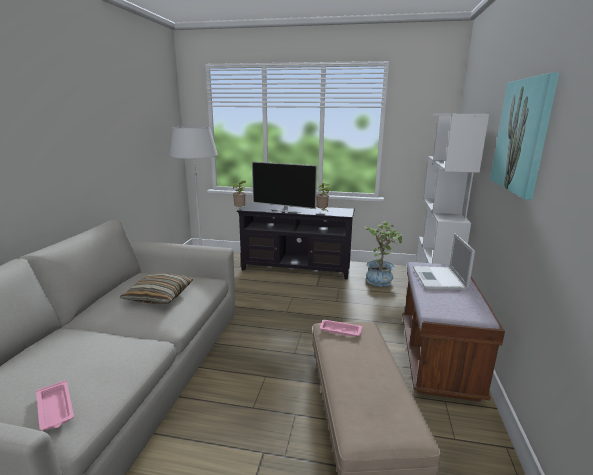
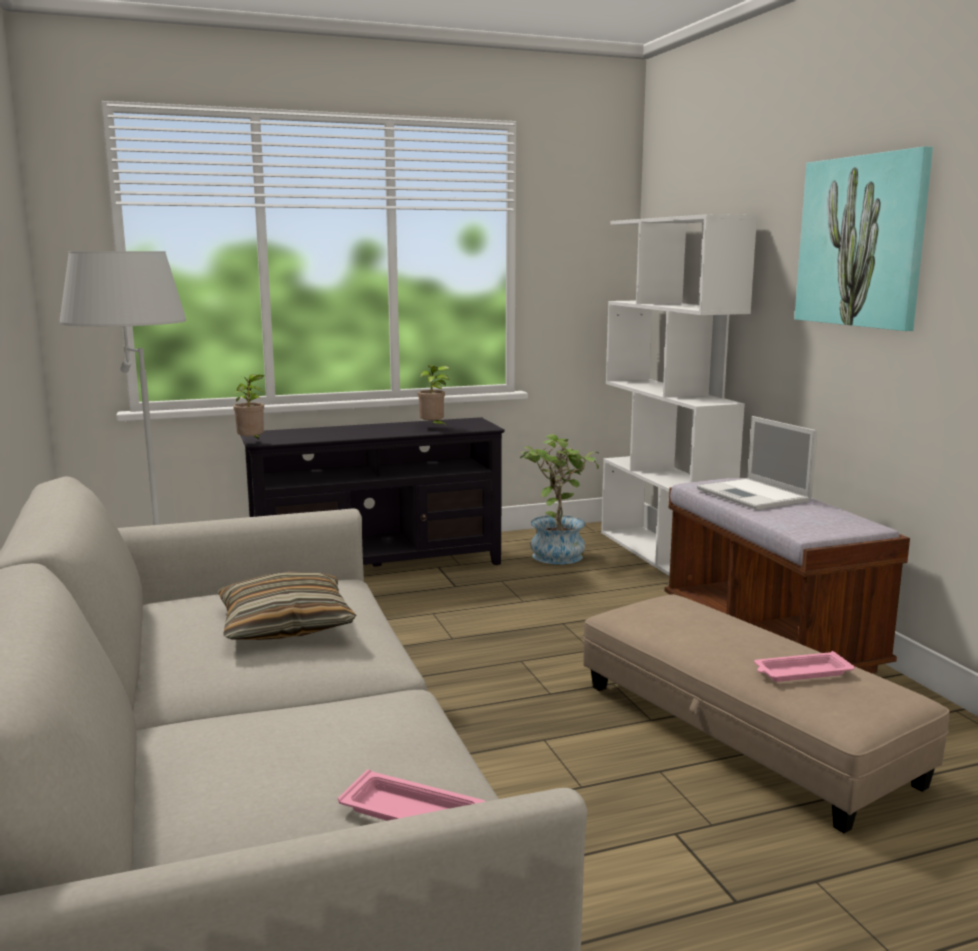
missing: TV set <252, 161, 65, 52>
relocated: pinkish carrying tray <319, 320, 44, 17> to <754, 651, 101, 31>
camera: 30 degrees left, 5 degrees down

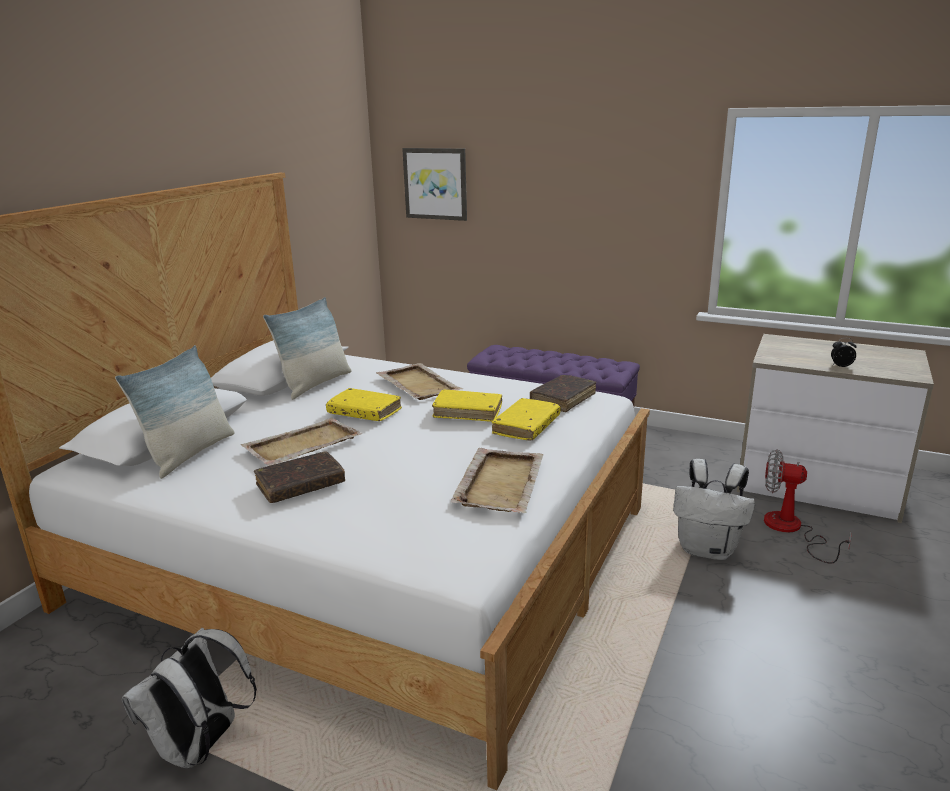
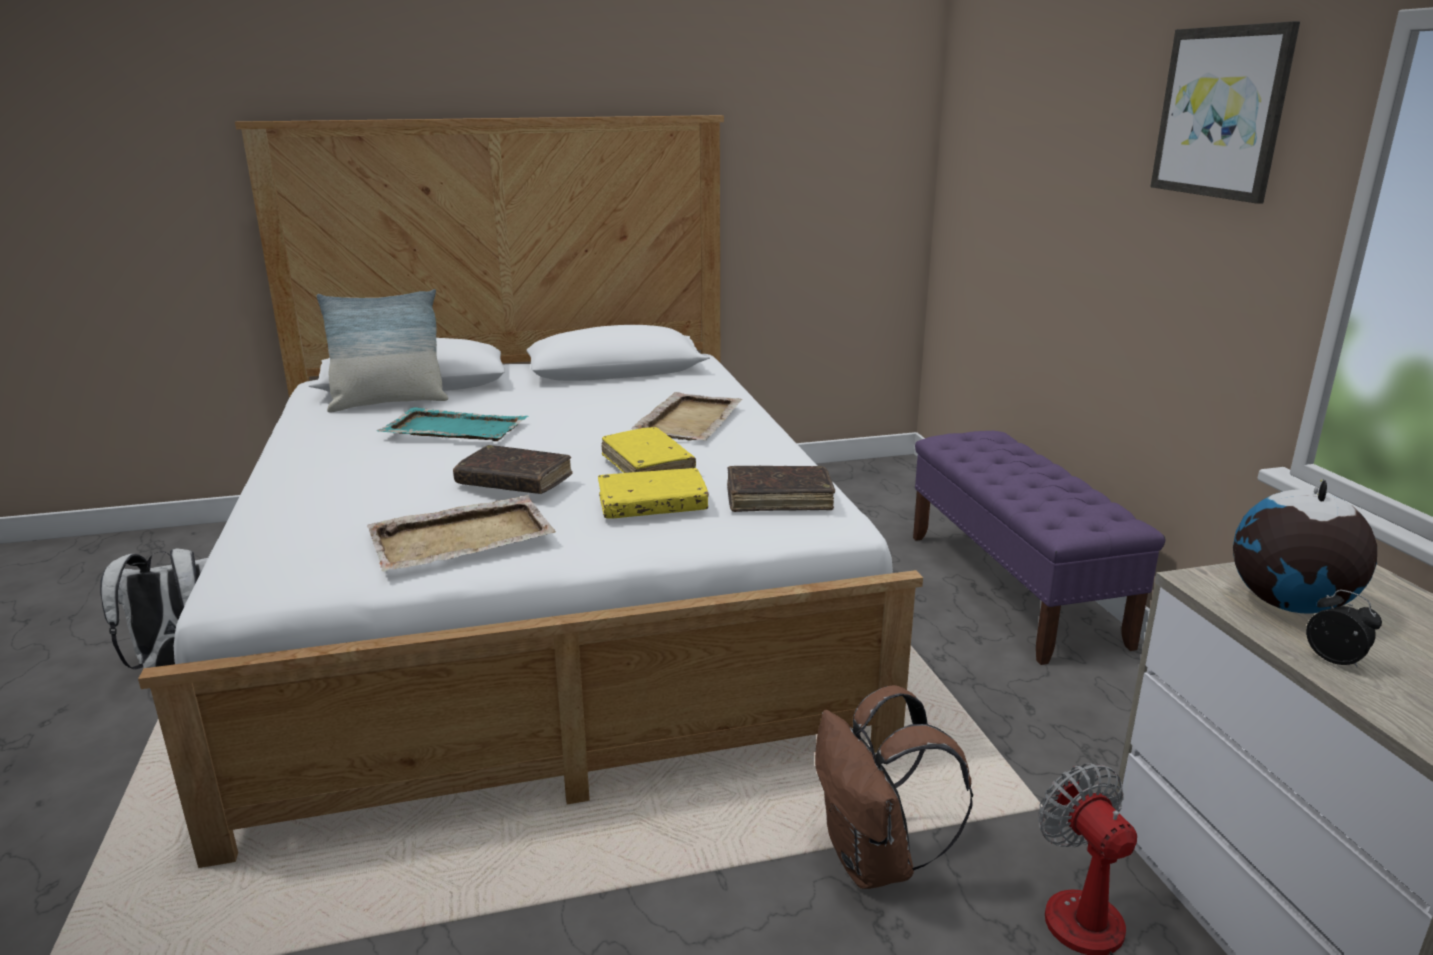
missing: throw pillow <263, 297, 89, 103>; yellow-coloured book <326, 388, 76, 33>
appeared: world globe <1233, 479, 144, 134>
relocated: brown-coloured book <254, 451, 91, 52> to <453, 445, 120, 49>; picture <402, 148, 65, 73> to <1151, 21, 149, 183>
colour: beige-coloured carrying tray <241, 418, 122, 48> to turquoise-coloured carrying tray <377, 407, 152, 34>; white backpack <673, 459, 82, 101> to brown-coloured backpack <815, 685, 158, 204>
camera: 50 degrees right, 0 degrees up

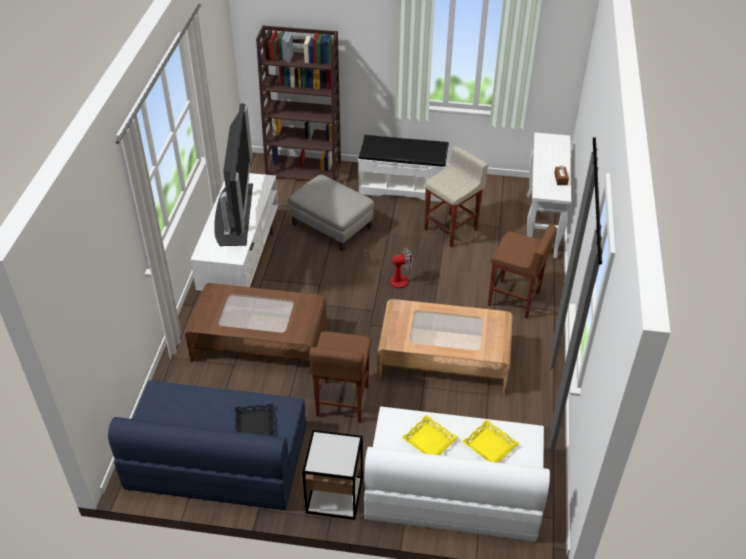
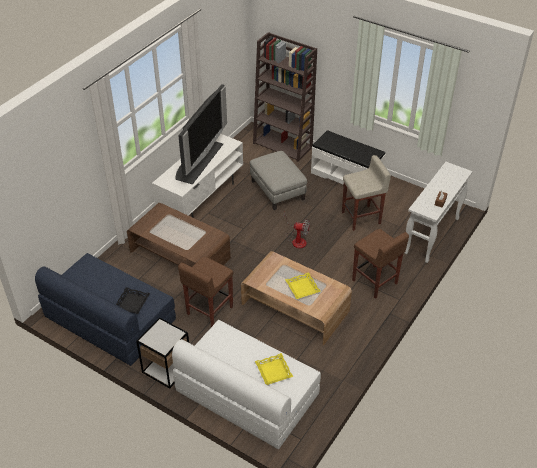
relocated: yellow-coloured carrying tray <401, 415, 58, 40> to <285, 272, 36, 27>
camera: 25 degrees right, 0 degrees up

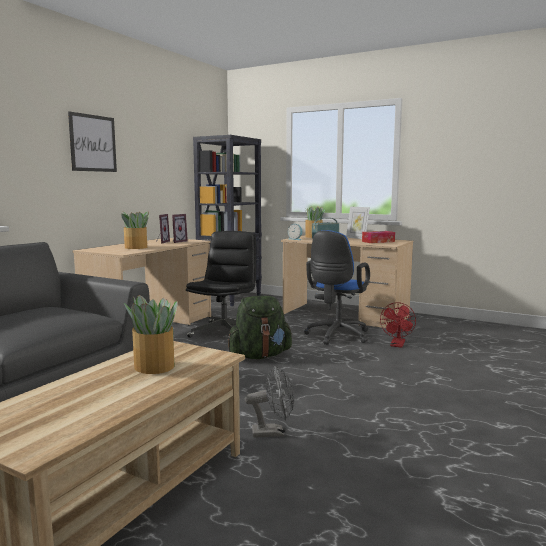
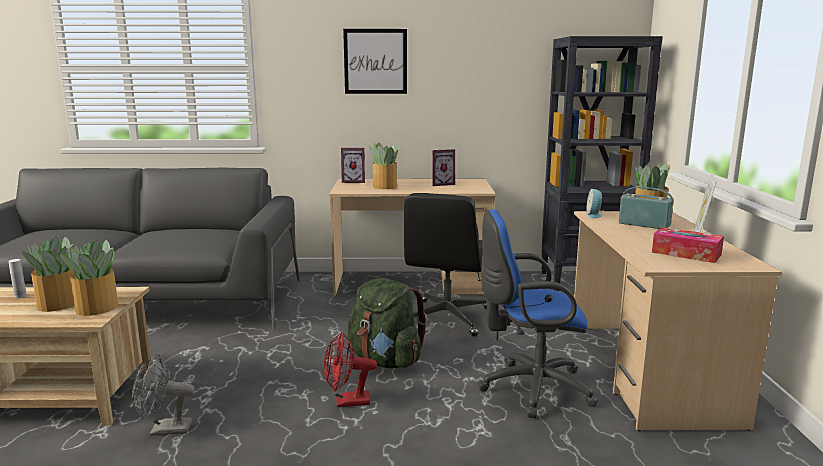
appeared: white drink bottle <8, 259, 19, 39>; plant in a pot <60, 240, 58, 76>
relocated: picture frame <172, 214, 16, 29> to <341, 148, 24, 35>; red electric fan <380, 302, 36, 46> to <324, 332, 53, 75>
spun: black-coloured desk chair <186, 231, 70, 107> = <404, 193, 83, 144> 120 degrees clockwise; gray electric fan <245, 366, 49, 72> = <132, 354, 63, 82> 120 degrees clockwise
camera: 60 degrees right, 5 degrees up

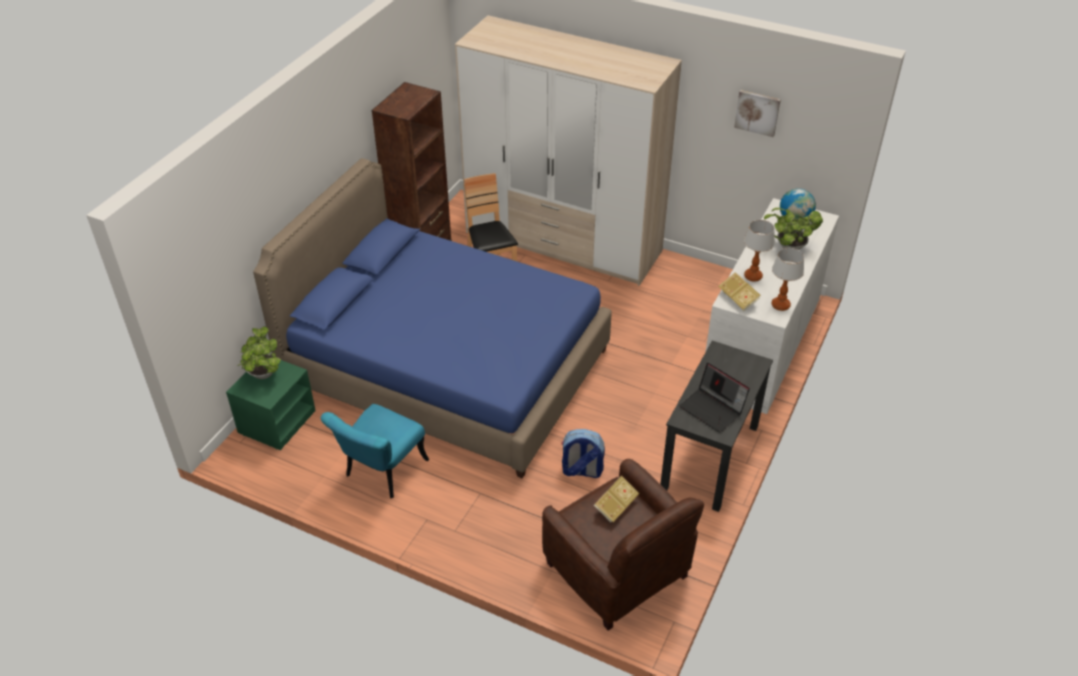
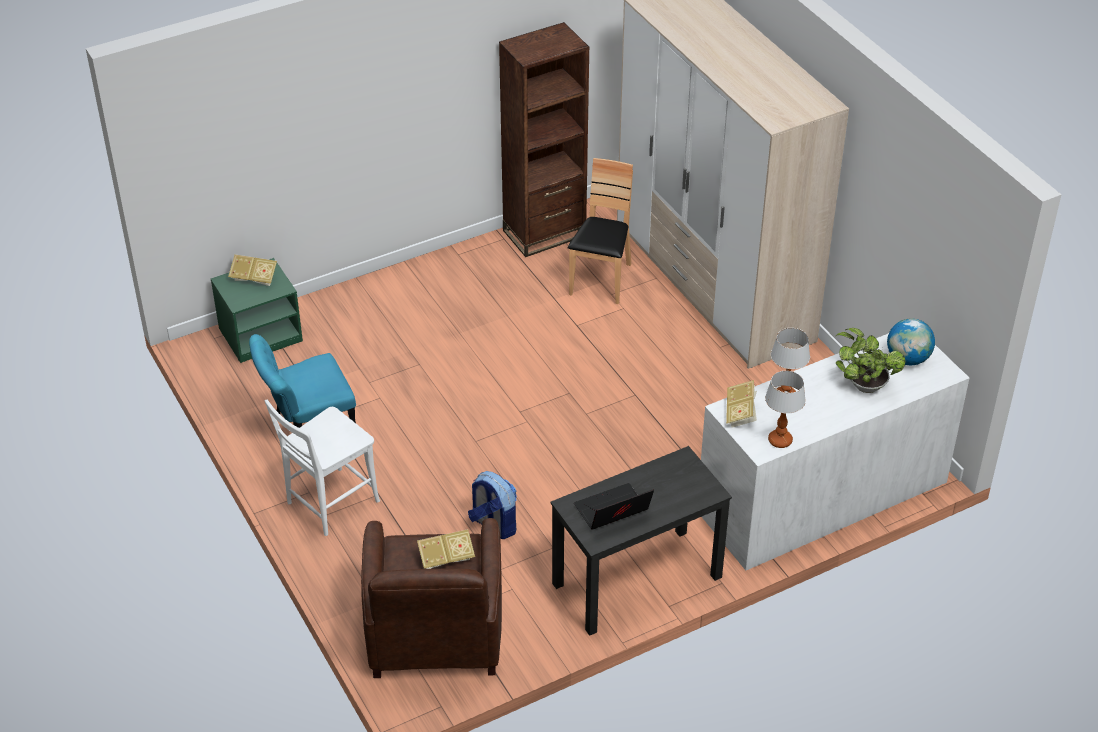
missing: blue-coloured bedroom bed <253, 158, 359, 320>; picture <734, 90, 47, 47>
appeared: white upright chair <265, 400, 115, 136>
exchanged: plant in a pot <237, 327, 44, 52> to book <228, 254, 49, 32>
spun: notebook computer <679, 363, 71, 70> = <574, 483, 80, 47> 75 degrees clockwise
camera: 35 degrees right, 0 degrees up

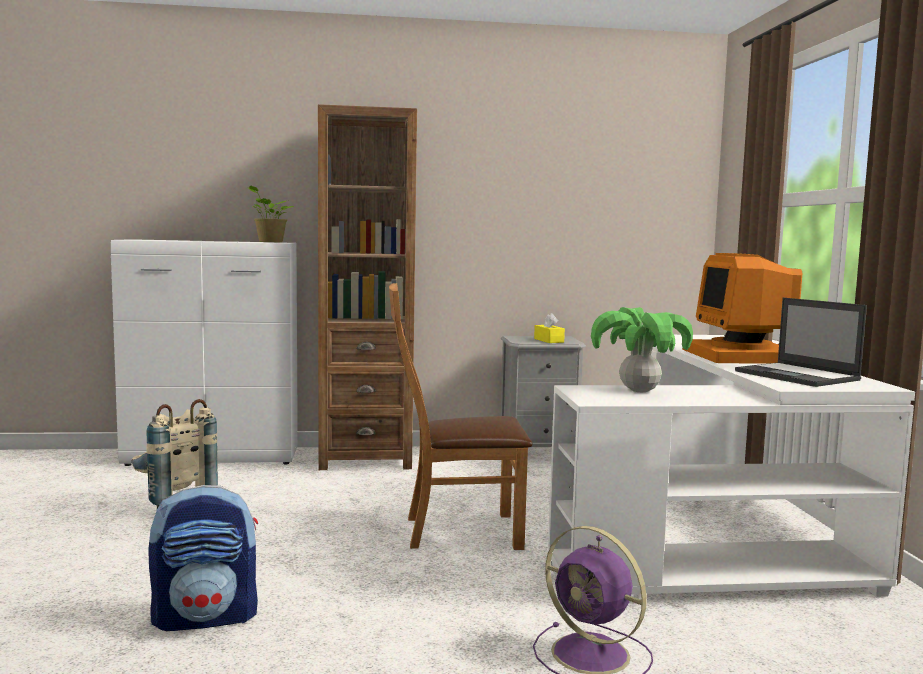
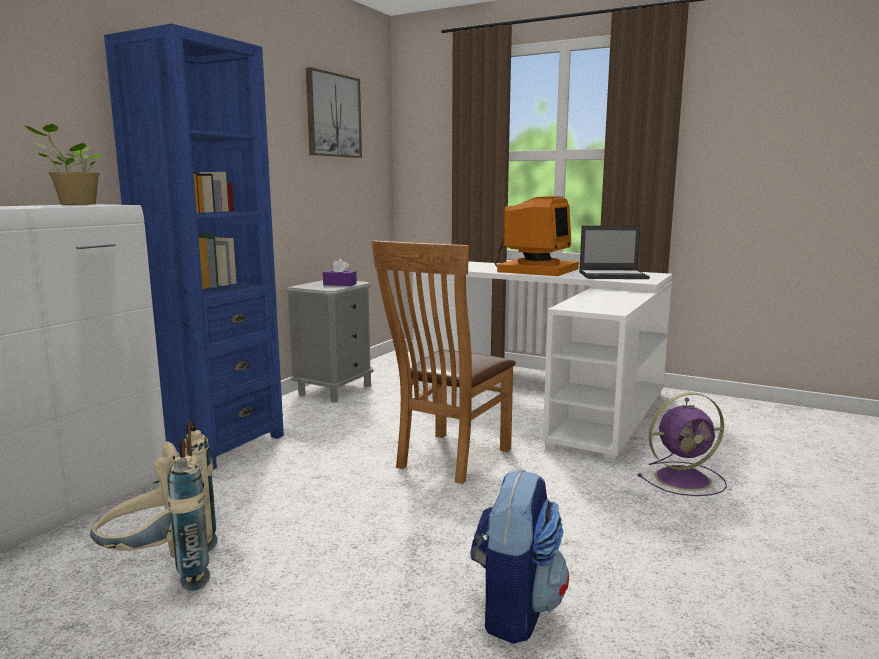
missing: plant in a pot <591, 307, 102, 85>
appeared: picture <306, 67, 56, 91>
colour: brown-coloured bookshelf <318, 104, 99, 366> to blue-coloured bookshelf <104, 23, 180, 447>; yellow-coloured tissue holder <534, 313, 31, 30> to purplish tissue holder <323, 259, 34, 27>
spun: computer screen <682, 253, 121, 111> = <495, 196, 84, 80> 90 degrees counterclockwise
camera: 55 degrees left, 5 degrees up

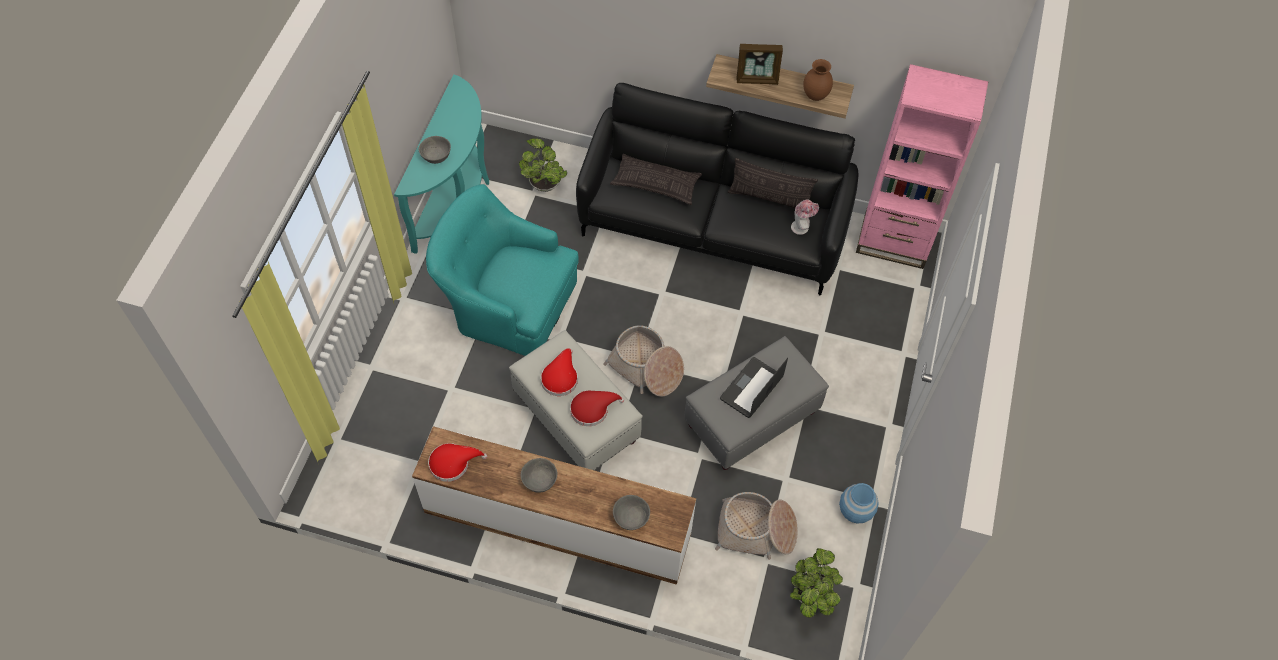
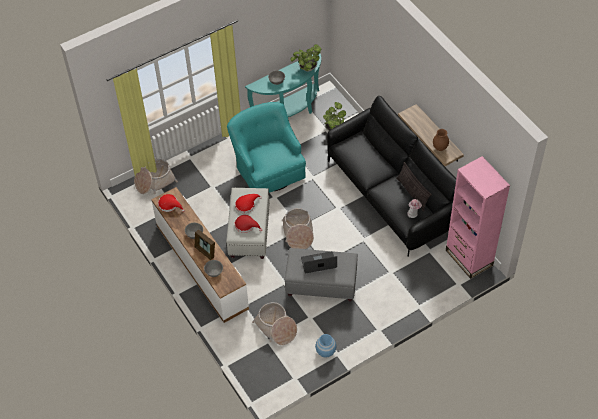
missing: throw pillow <610, 154, 92, 51>
appeared: household basket <134, 159, 44, 35>
relocated: picture frame <737, 44, 46, 41> to <195, 230, 20, 30>; plant in a pot <790, 548, 53, 70> to <290, 44, 31, 28>
camera: 45 degrees right, 5 degrees down

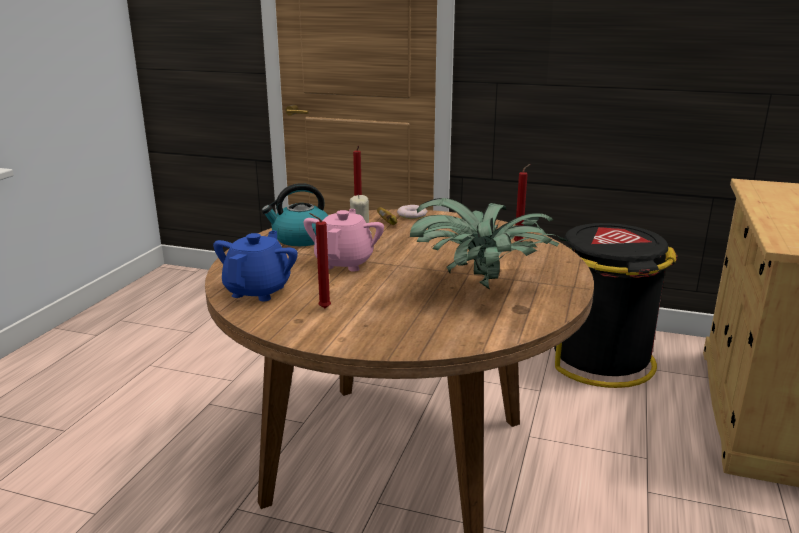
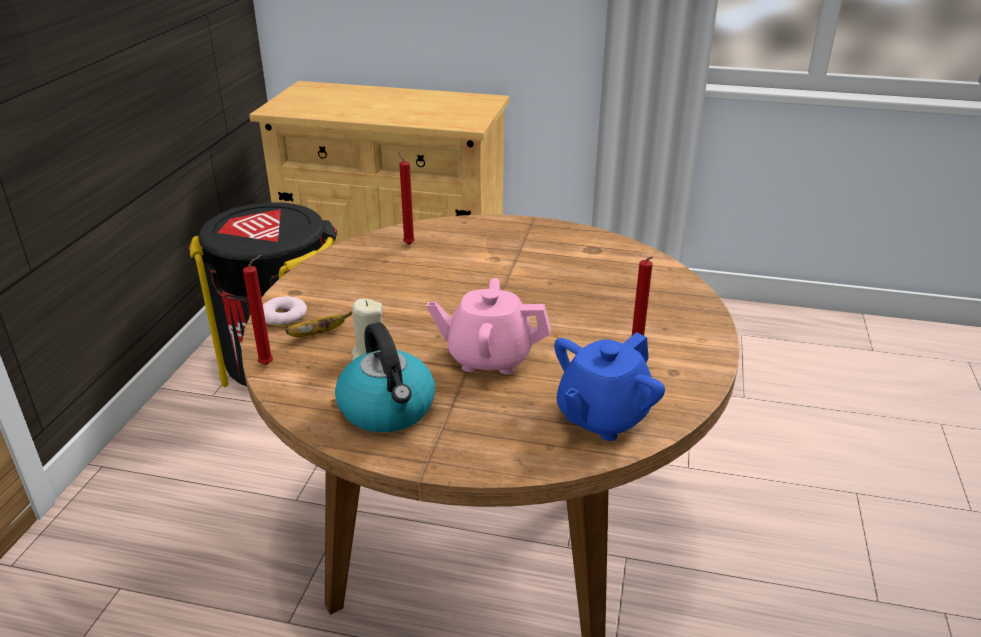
missing: plant in a pot <410, 198, 159, 92>
spun: blue-coloured pot for tea <213, 230, 85, 71> = <554, 332, 111, 109> 60 degrees counterclockwise
camera: 95 degrees left, 10 degrees up

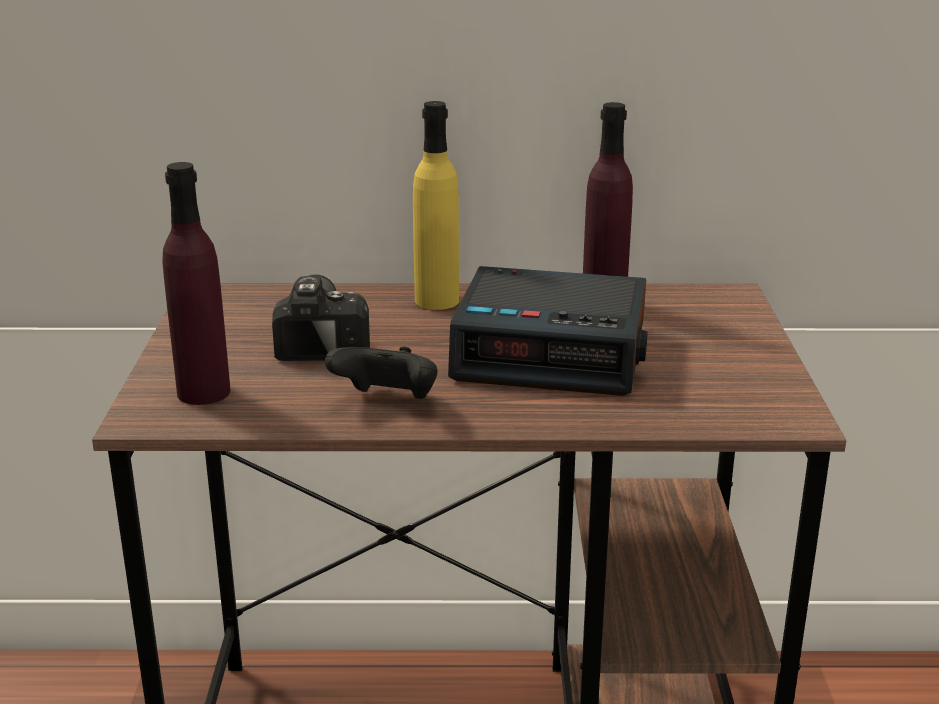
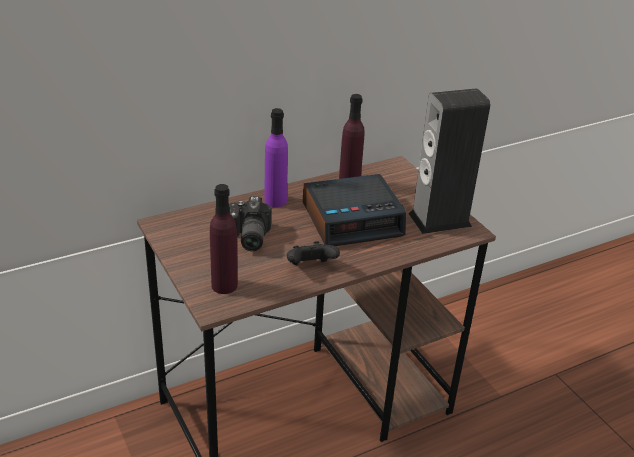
appeared: audio speaker <408, 88, 82, 146>
colour: yellow-coloured drink bottle <413, 101, 46, 209> to purplish drink bottle <264, 108, 24, 99>
spun: still camera <272, 274, 98, 87> = <229, 196, 42, 55> 150 degrees counterclockwise
camera: 30 degrees left, 10 degrees up

